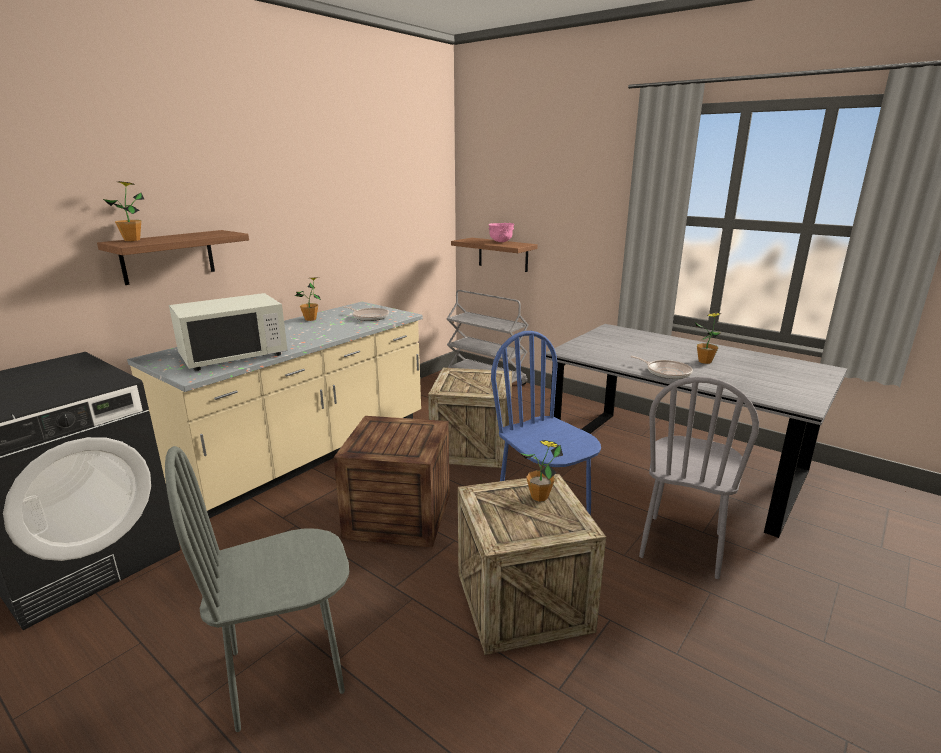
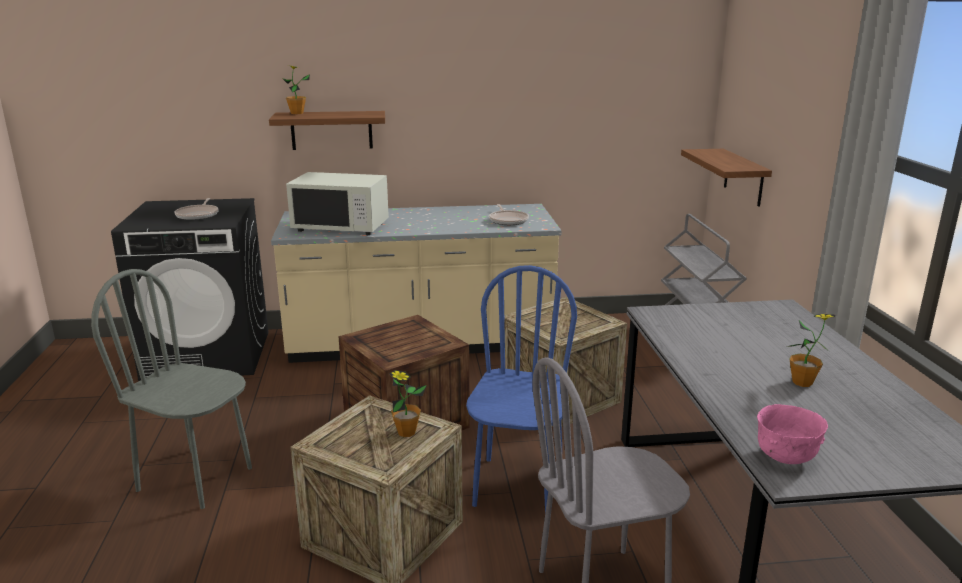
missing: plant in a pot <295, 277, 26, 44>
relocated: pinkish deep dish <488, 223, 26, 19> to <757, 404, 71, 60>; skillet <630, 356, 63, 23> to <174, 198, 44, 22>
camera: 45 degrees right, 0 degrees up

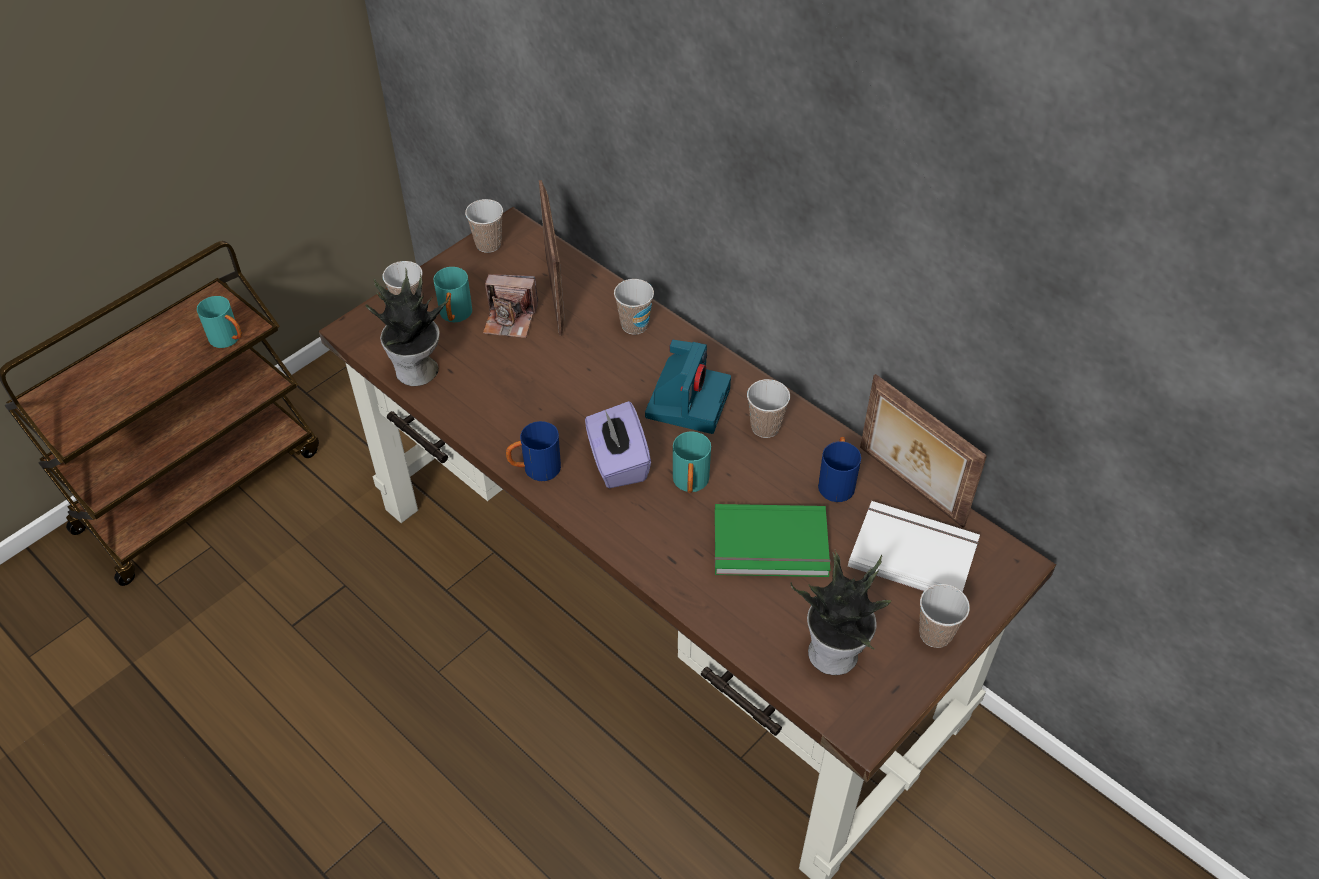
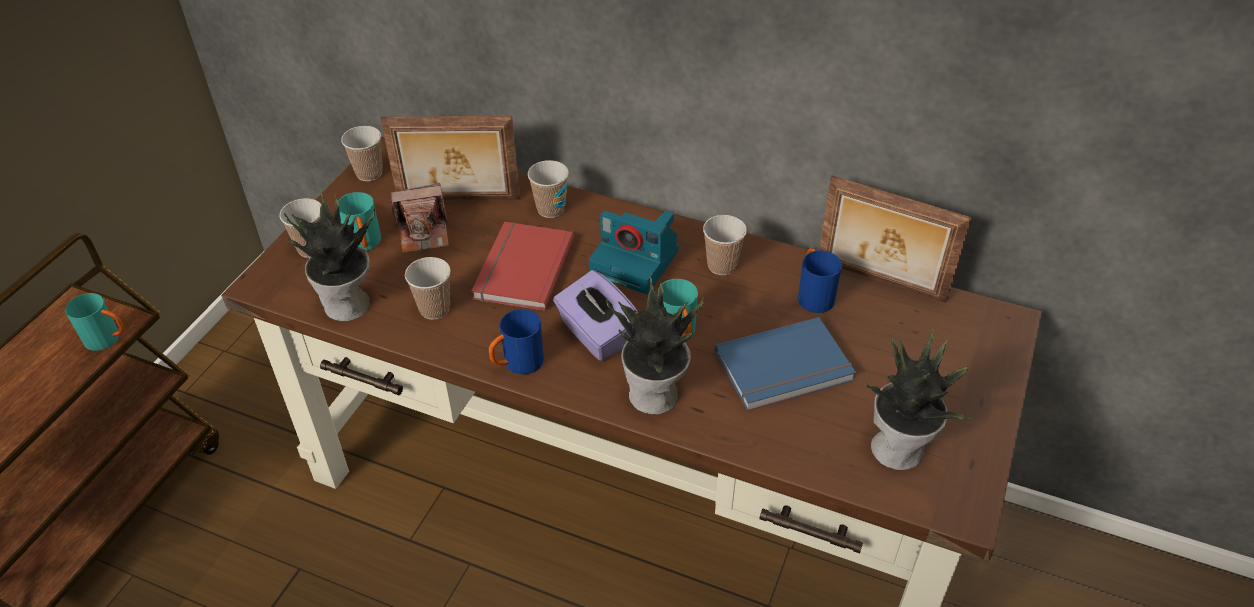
missing: white book <848, 501, 132, 91>
appeared: red book <471, 222, 103, 89>; plant in a pot <606, 276, 99, 139>
relocated: drinking cup <919, 584, 51, 64> to <405, 257, 46, 63>
colour: green-coloured book <714, 504, 117, 73> to blue-coloured book <715, 317, 141, 94>
spun: picture frame <539, 180, 26, 156> = <380, 116, 140, 84> 120 degrees clockwise; still camera <645, 340, 86, 94> = <589, 210, 90, 84> 120 degrees clockwise
camera: 20 degrees left, 5 degrees down

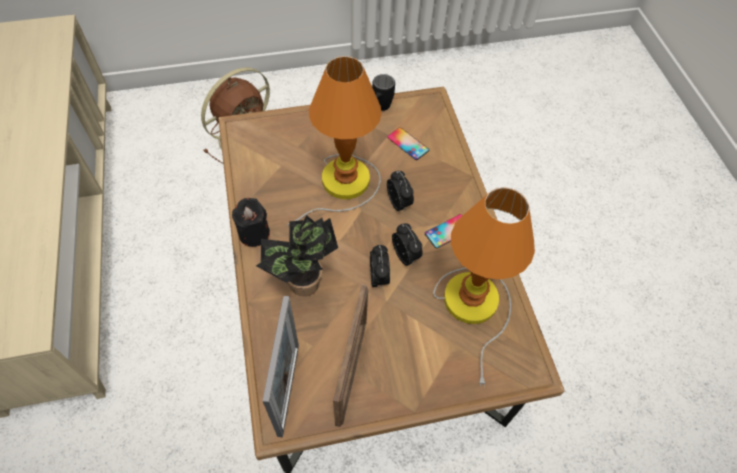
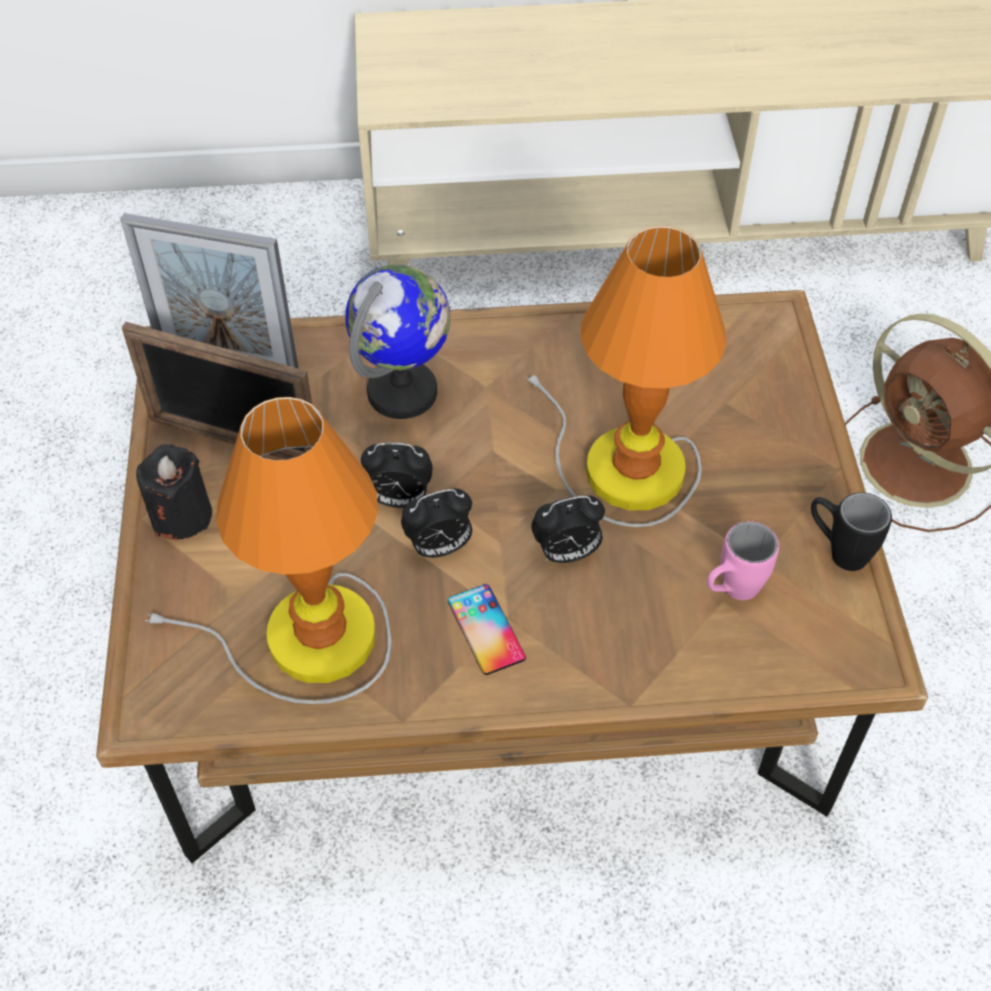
relocated: black-coloured candle <232, 198, 38, 49> to <136, 444, 76, 95>
exchanged: plant in a pot <256, 215, 82, 81> to world globe <345, 265, 105, 154>; phone <387, 127, 42, 33> to pinkish tea mug <707, 521, 72, 79>
camera: 100 degrees right, 5 degrees down

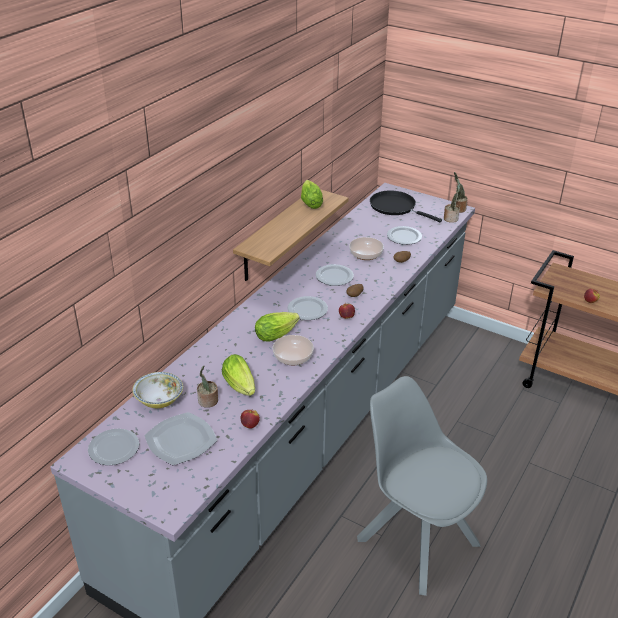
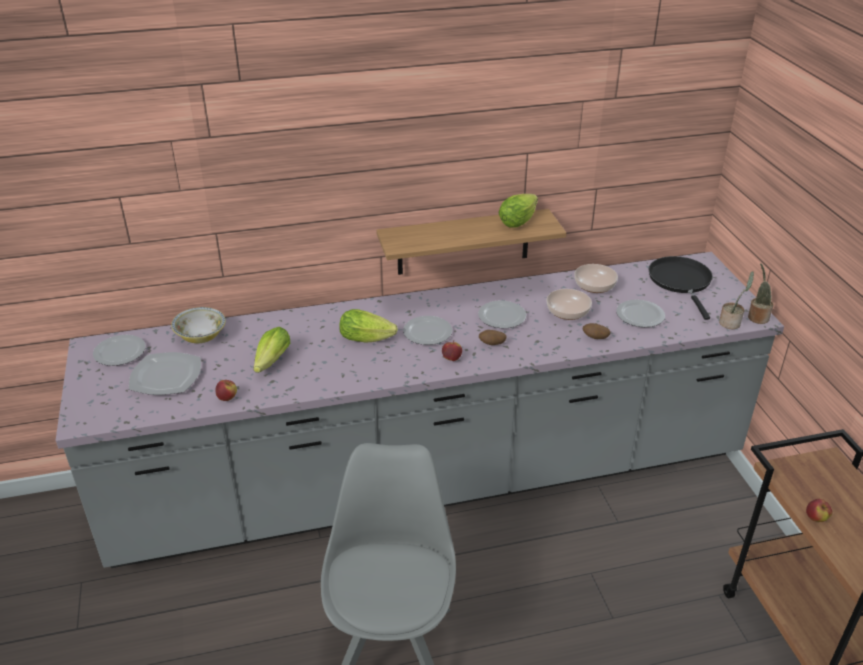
missing: plant in a pot <197, 365, 21, 43>
relocated: deep dish <272, 335, 42, 30> to <574, 264, 44, 29>
camera: 45 degrees right, 0 degrees up

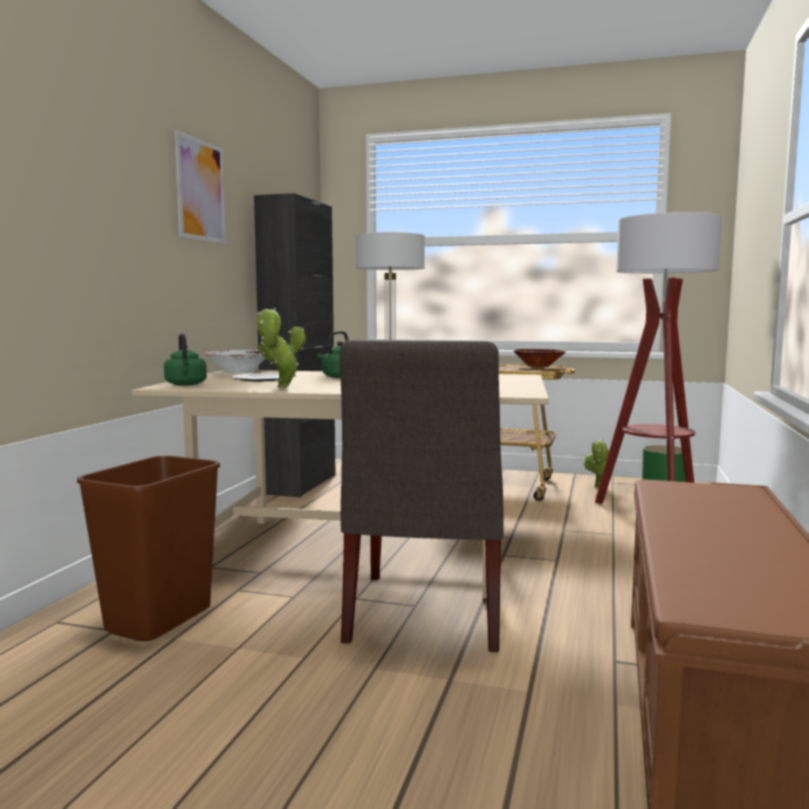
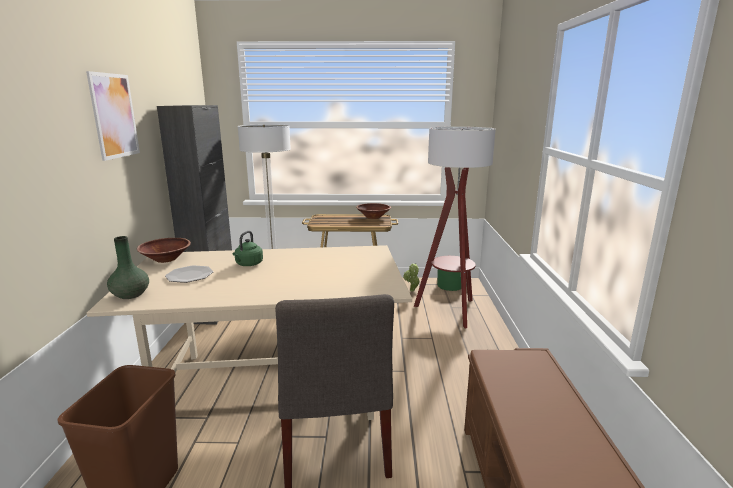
missing: plant in a pot <257, 308, 49, 80>
exchanged: green-coloured tea kettle <164, 333, 43, 52> to green-coloured decorative vase <107, 236, 42, 63>
colour: white deep dish <205, 350, 61, 24> to brown-coloured deep dish <137, 238, 54, 25>
camera: 15 degrees left, 10 degrees up

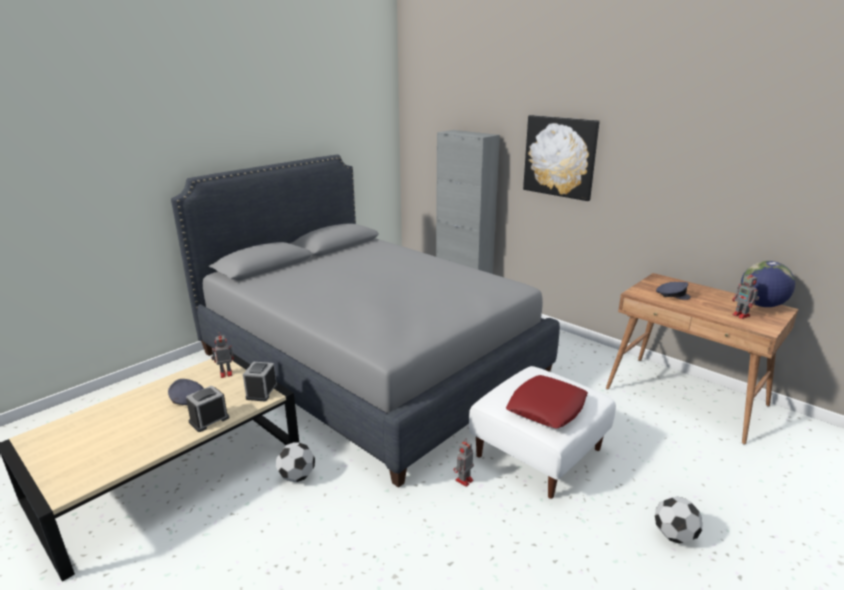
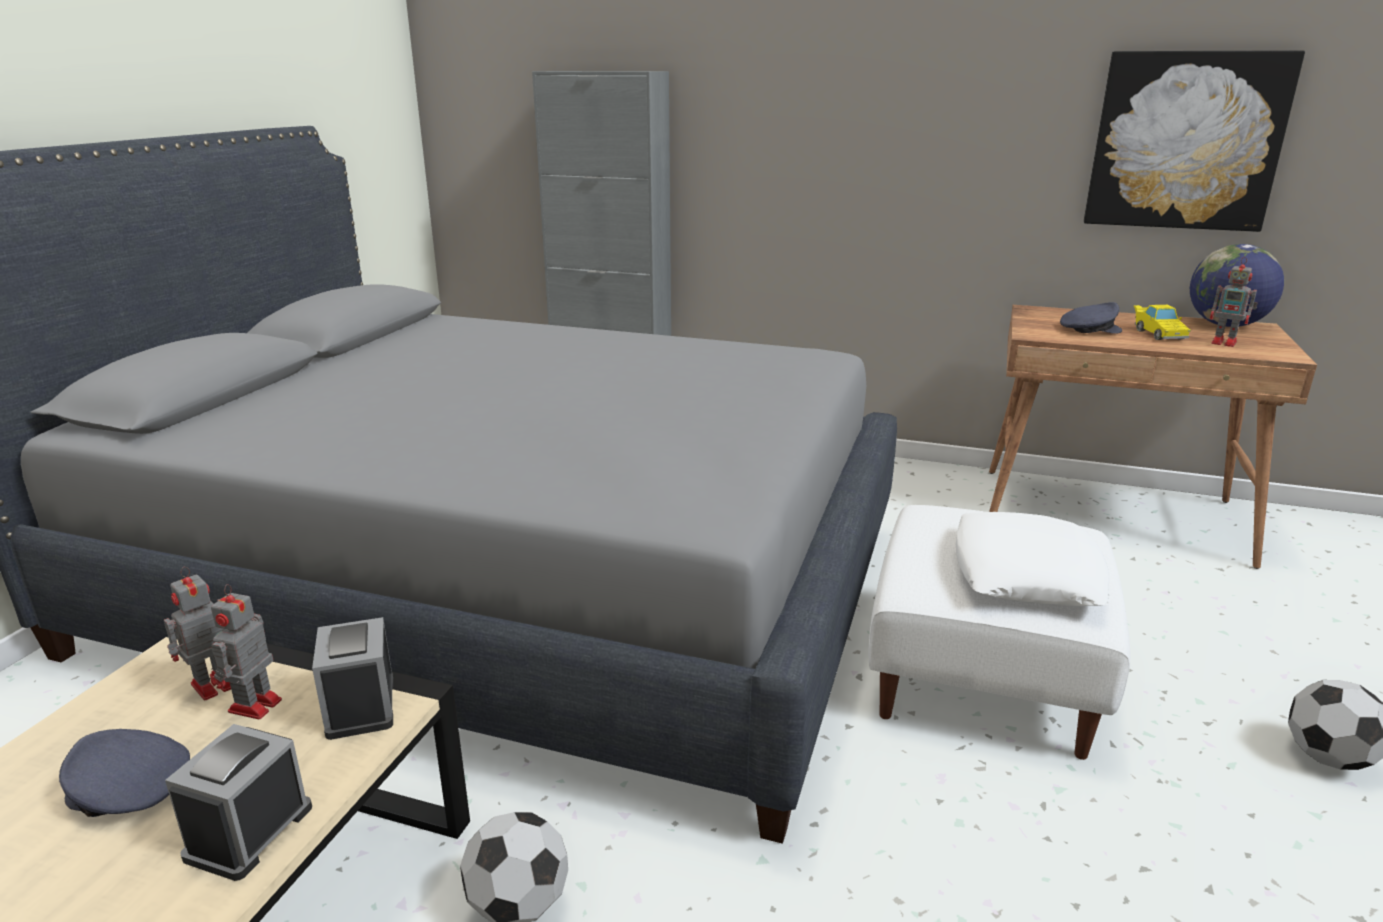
appeared: yellow-coloured toy car <1133, 305, 58, 35>
relocated: robot figure <453, 439, 21, 48> to <211, 584, 71, 135>; picture <523, 115, 77, 86> to <1084, 50, 221, 182>
colour: red throw pillow <506, 375, 82, 53> to white throw pillow <956, 512, 154, 94>
camera: 25 degrees left, 0 degrees up

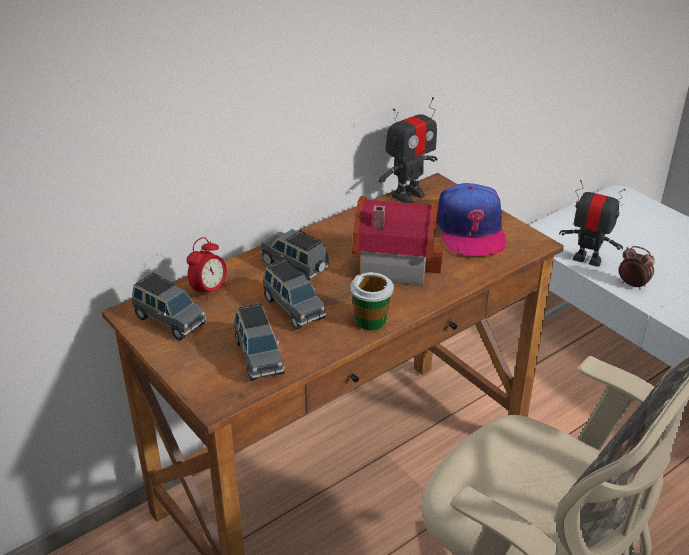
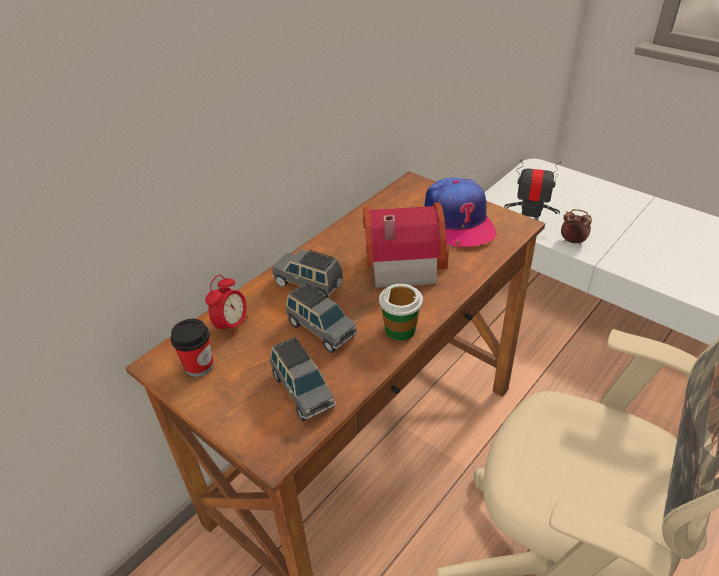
missing: robot figure <378, 97, 60, 106>
exchanged: gray toy car <132, 272, 74, 69> to drinking cup <171, 319, 43, 58>
camera: 10 degrees left, 5 degrees up

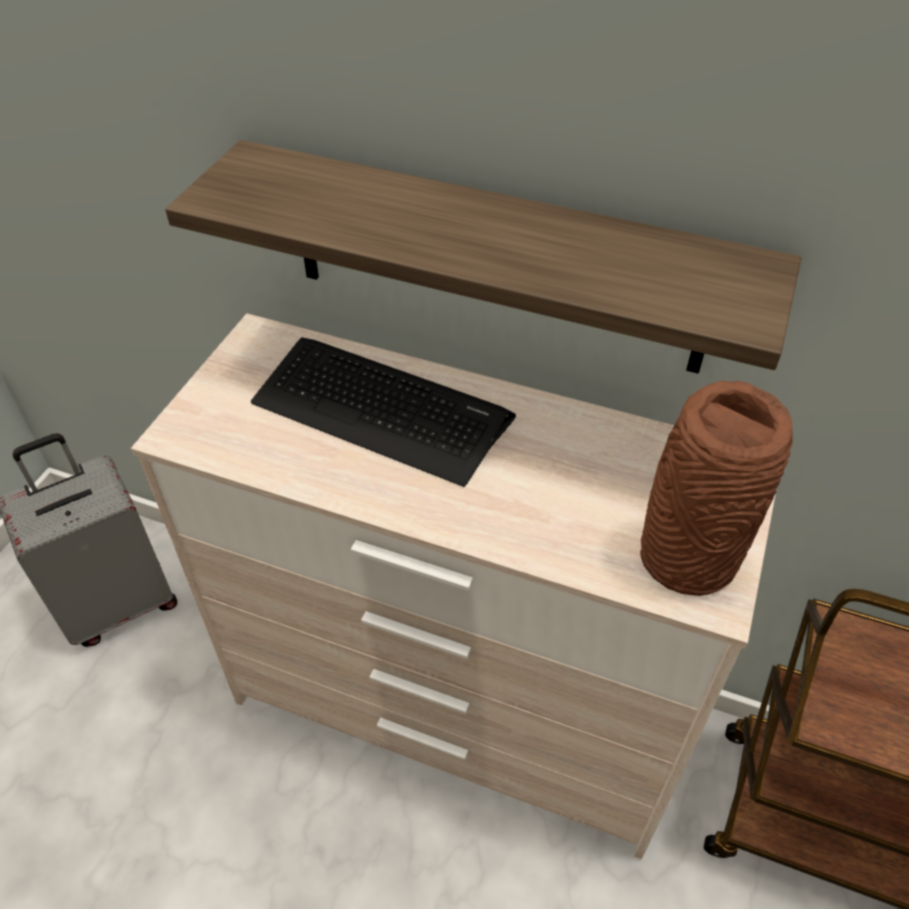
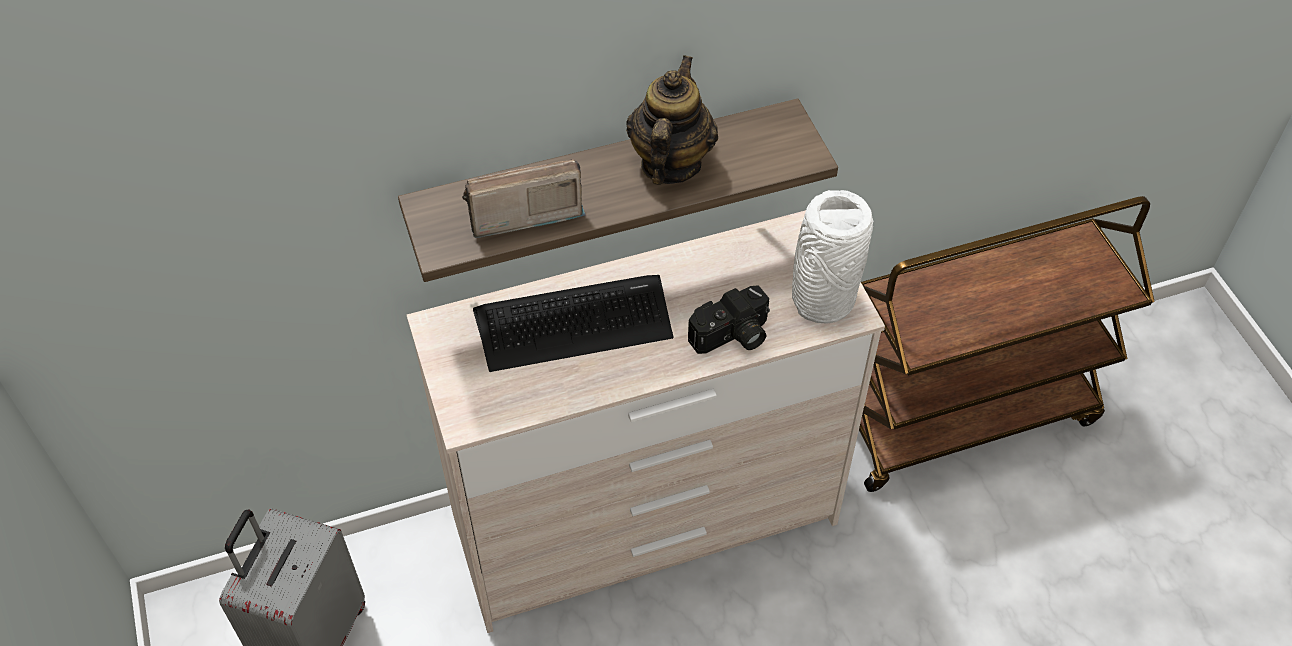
appeared: radio set <462, 159, 124, 79>; pot for tea <626, 55, 92, 130>; still camera <688, 285, 82, 69>
colour: brown-coloured decorative vase <640, 381, 153, 215> to white decorative vase <792, 190, 81, 134>
camera: 40 degrees left, 5 degrees up

